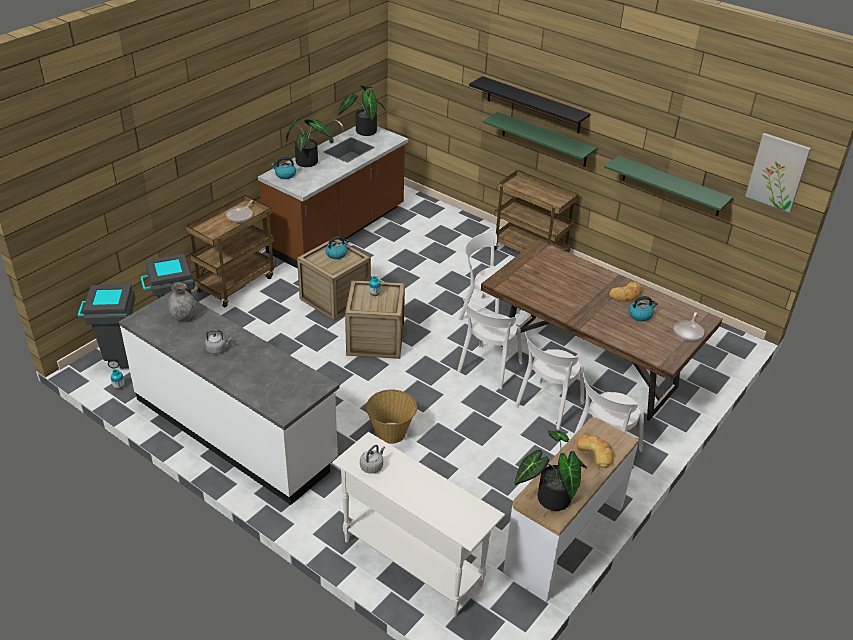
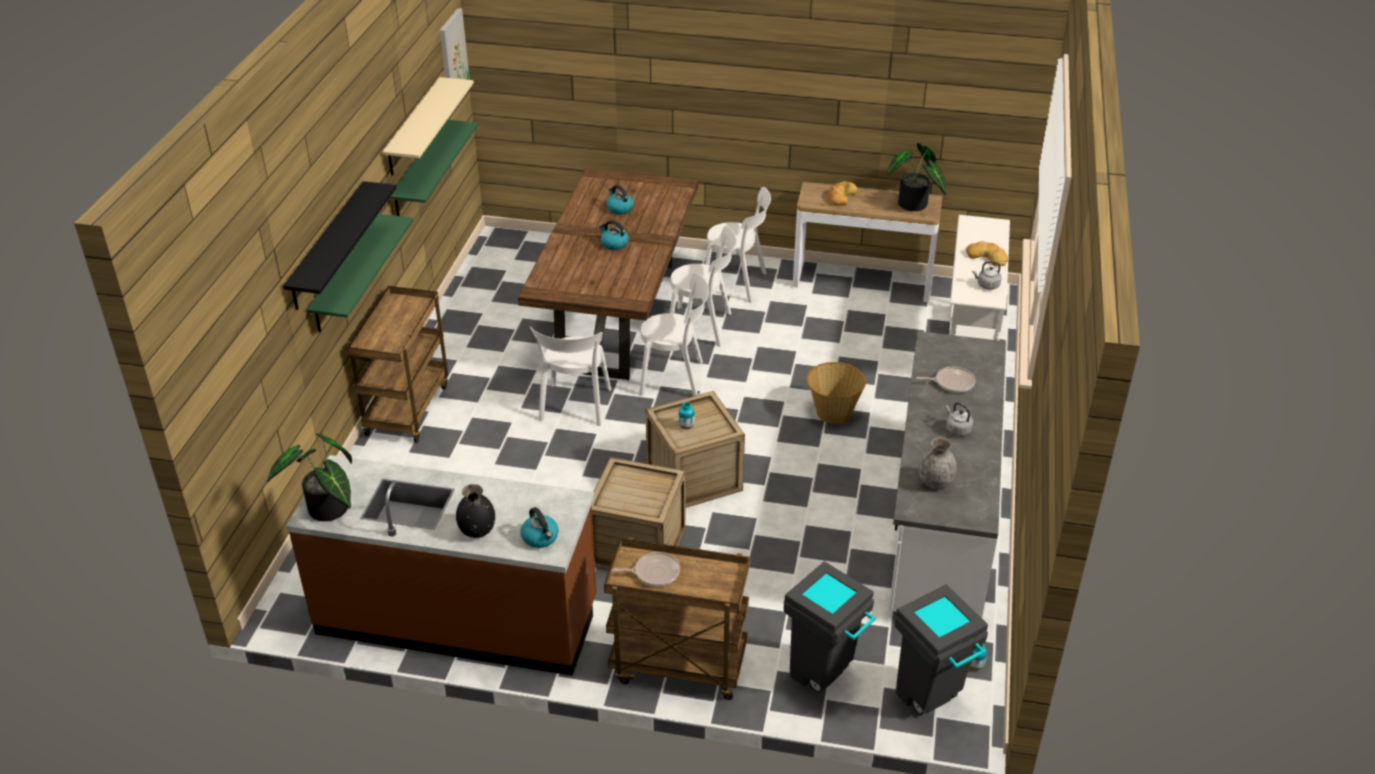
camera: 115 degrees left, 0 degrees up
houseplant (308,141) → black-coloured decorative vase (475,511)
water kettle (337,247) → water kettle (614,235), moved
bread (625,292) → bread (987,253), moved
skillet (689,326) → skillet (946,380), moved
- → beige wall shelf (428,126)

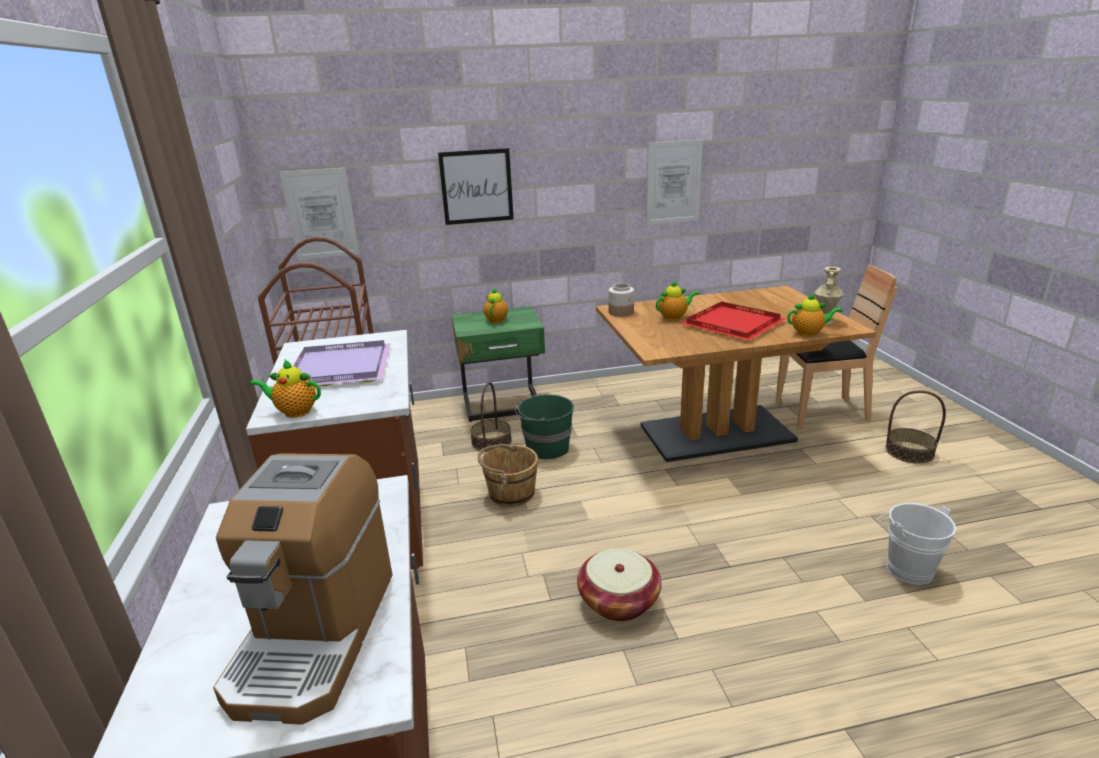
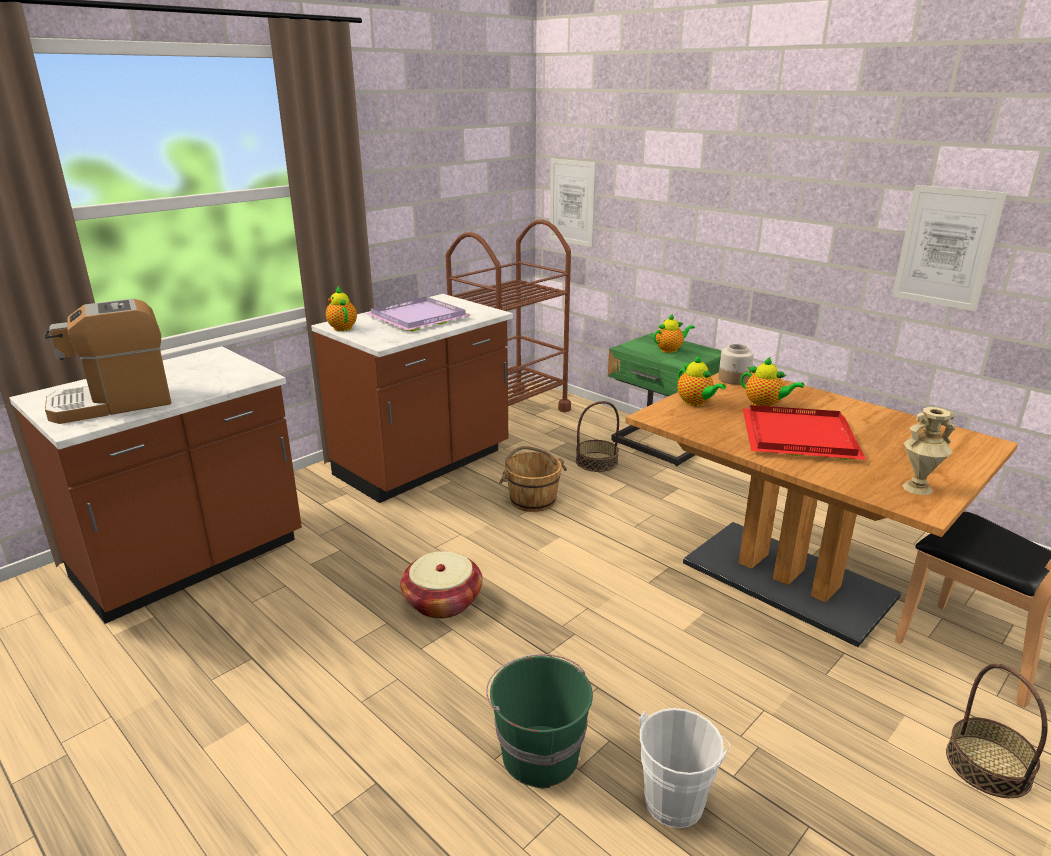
camera: 55 degrees right, 0 degrees up
wall picture (476,186) → -
greenish pail (544,426) → greenish pail (539,721), moved
teapot (814,315) → teapot (701,380), moved

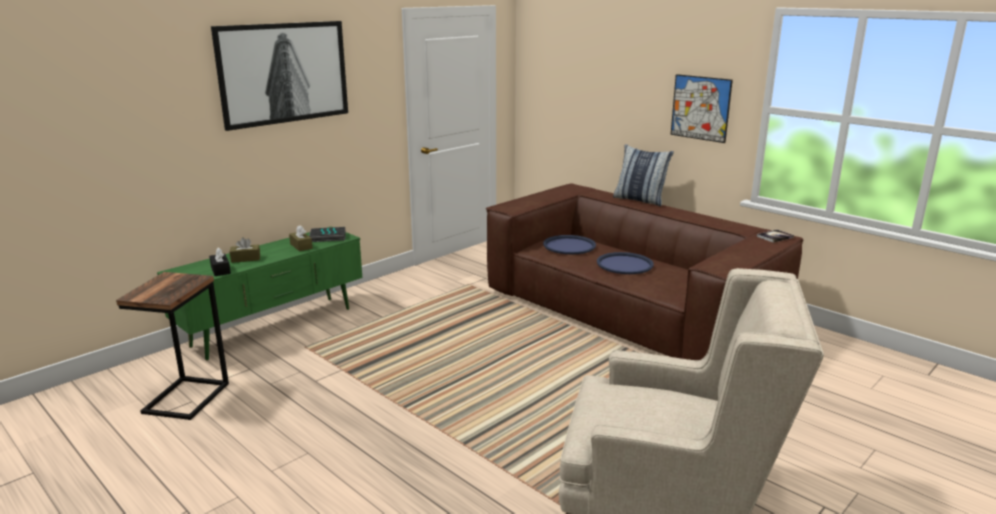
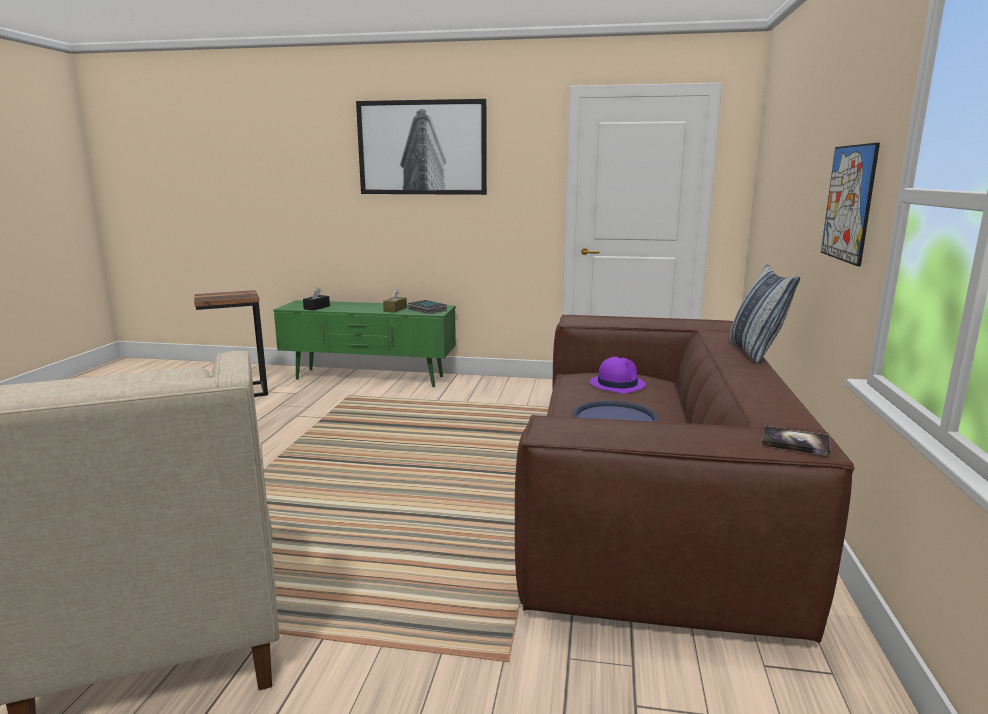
camera: 55 degrees right, 5 degrees down
brownish box of tissues (245,250) → -
blue-coloured carrying tray (569,244) → purple hat (618,375)

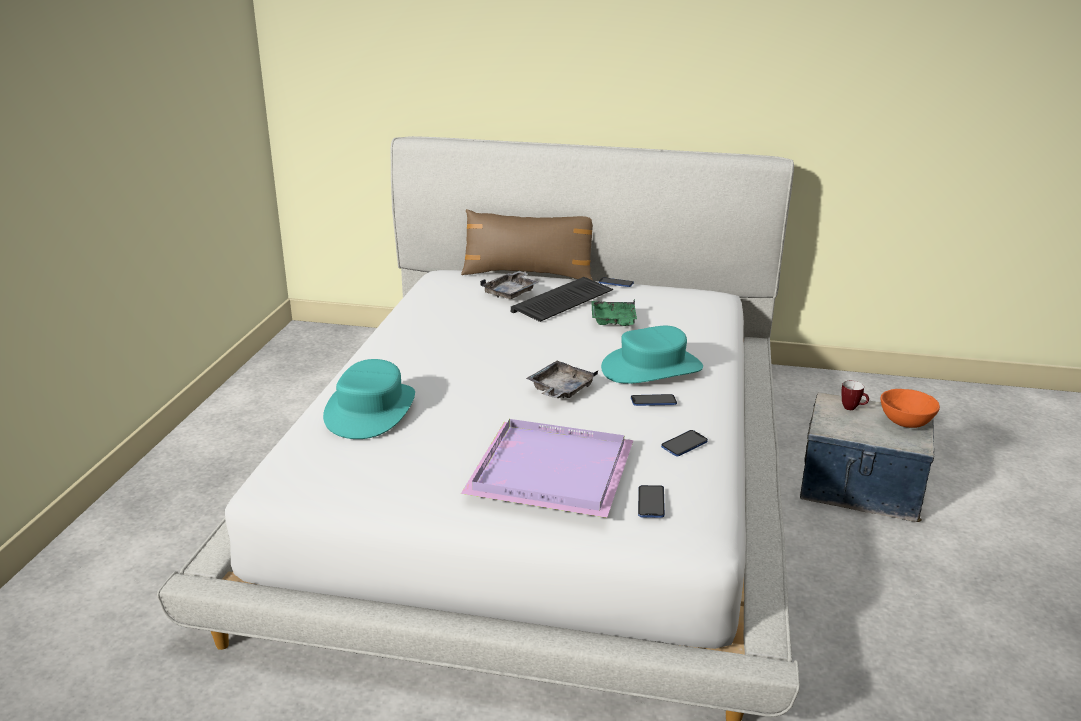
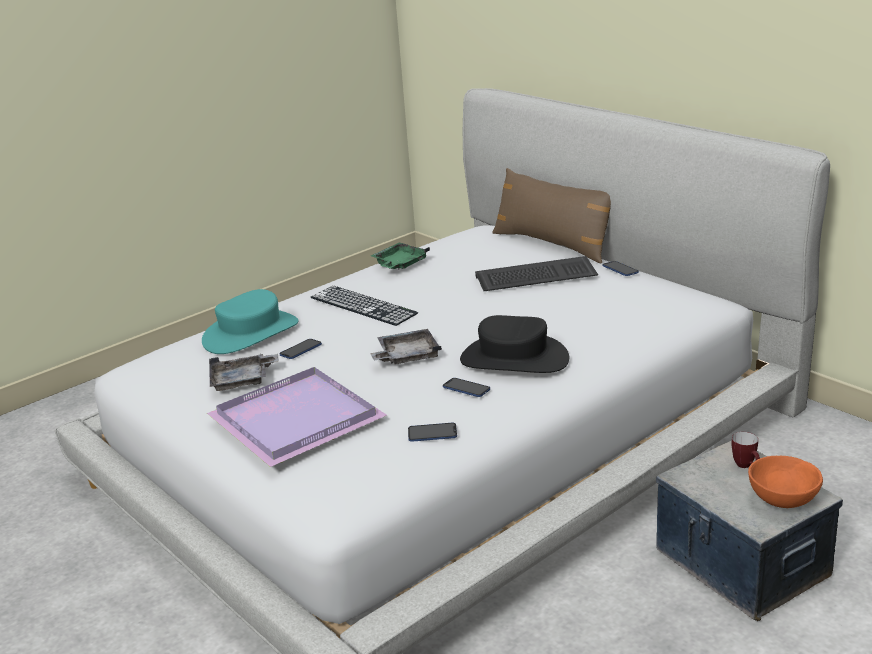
camera: 40 degrees right, 0 degrees up
grey carrying tray (509,285) → grey carrying tray (244,372), moved
greenish carrying tray (614,312) → greenish carrying tray (400,255), moved
turquoise hat (652,355) → black-coloured hat (514,344)
handset (651,501) → handset (300,349), moved
- → PC keyboard (364,306)

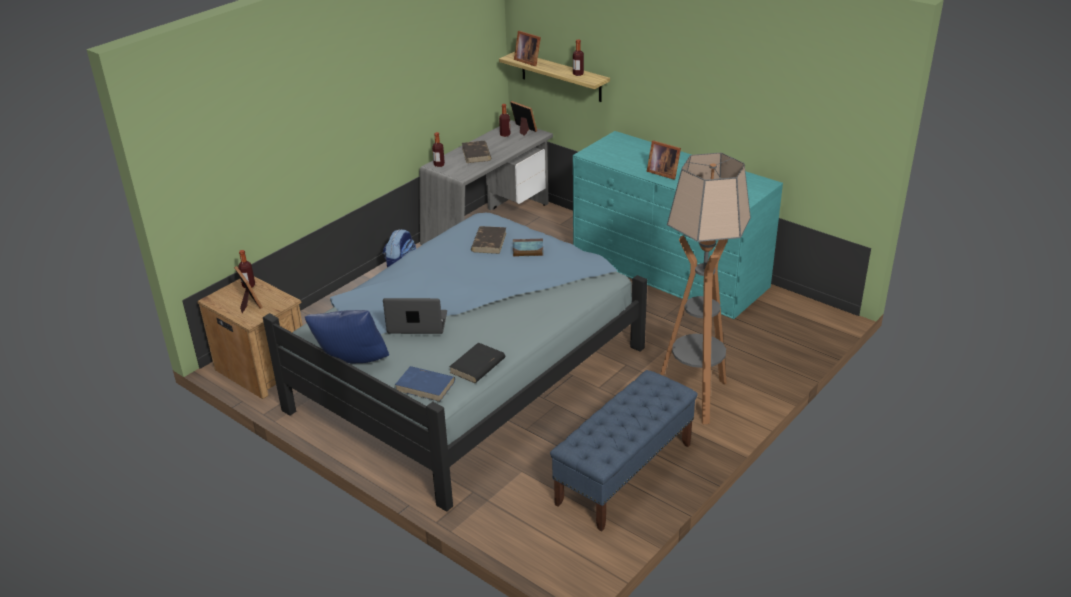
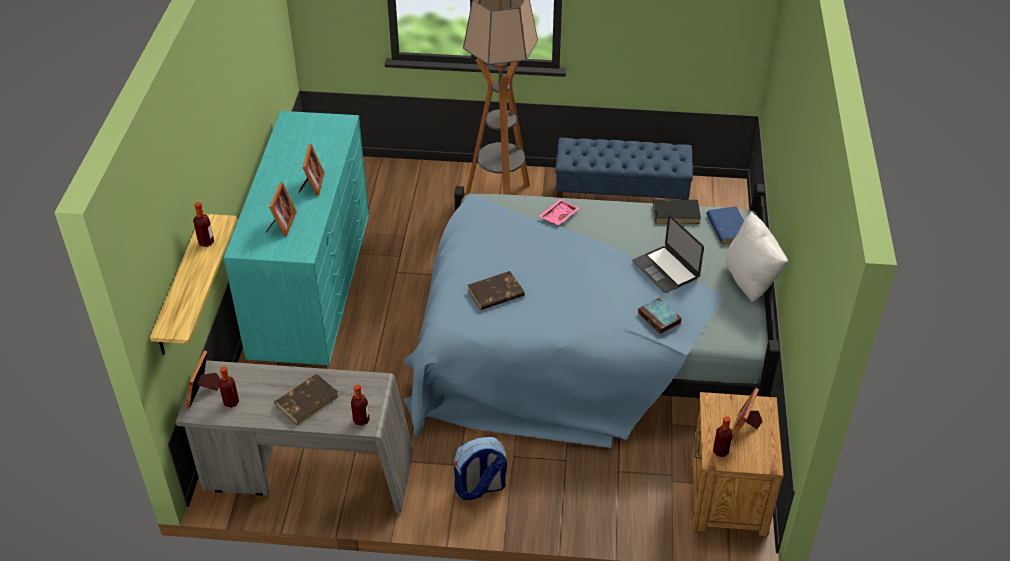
camera: 125 degrees left, 10 degrees up
blue-coloured cushion (347,337) → whitish cushion (757,256)
volume (528,248) → volume (659,316), moved
photo frame (527,48) → photo frame (281,209), moved
- → pink carrying tray (559,212)

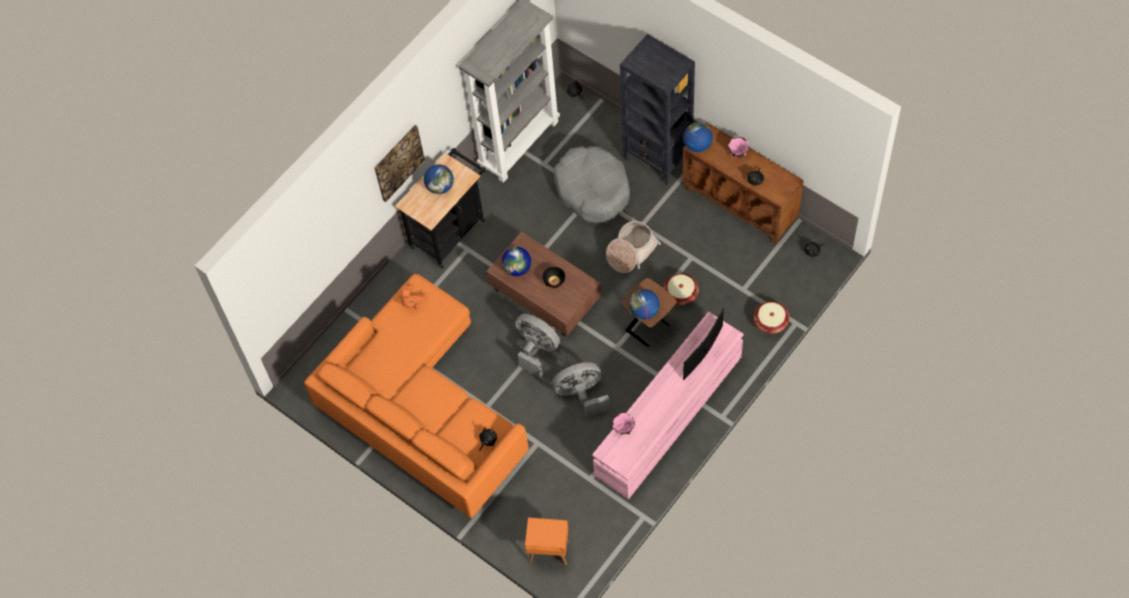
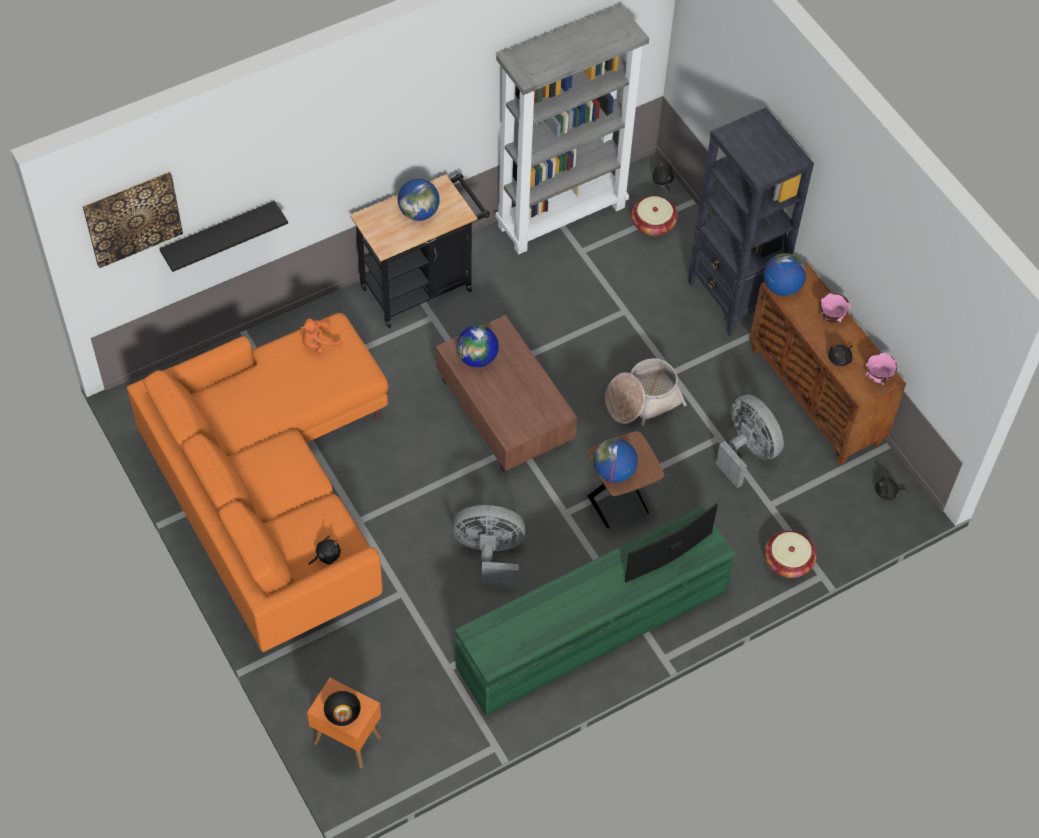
camera: 15 degrees right, 5 degrees down
wall picture (399,163) → wall picture (132,219), moved
grey electric fan (537,346) → grey electric fan (750,441), moved
black-coloured serving bowl (553,277) → black-coloured serving bowl (342,708), moved
grey dog cushion (592,184) → -
pink tv stand (668,406) → greenish tv stand (595,611)
pink serving bowl (623,424) → pink serving bowl (881,369), moved
basket (681,289) → basket (654,216), moved
- → black-coloured wall shelf (223,236)

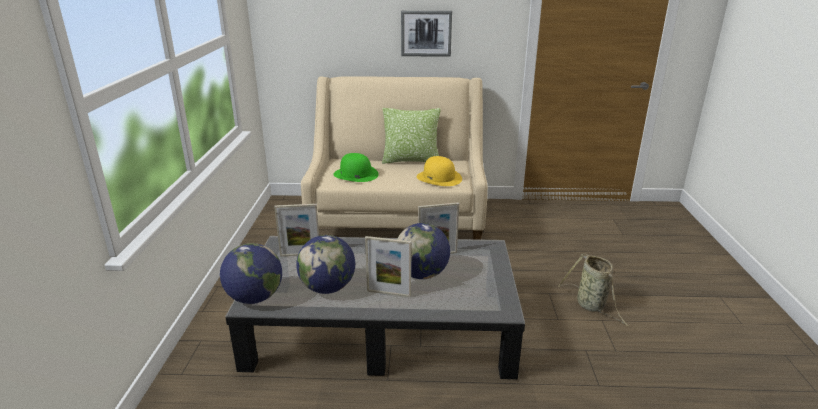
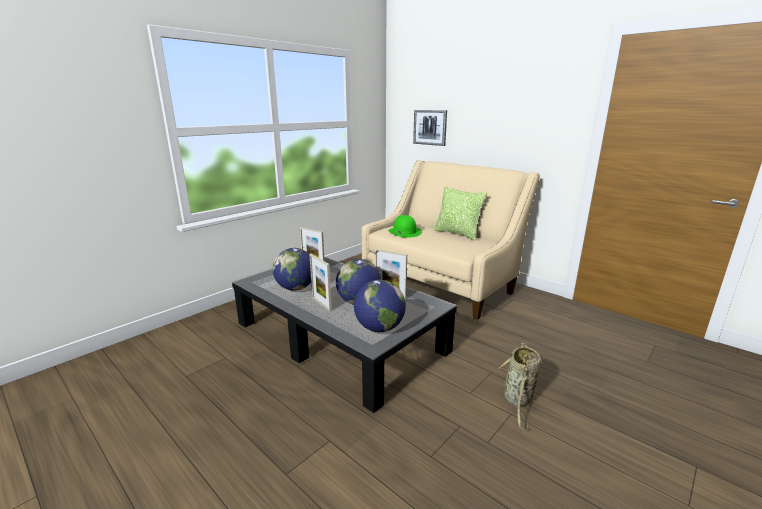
camera: 40 degrees right, 5 degrees down
globe (251,273) → globe (380,306), moved
wall picture (426,34) → wall picture (430,128), moved
yellow-coloured hat (439,171) → -

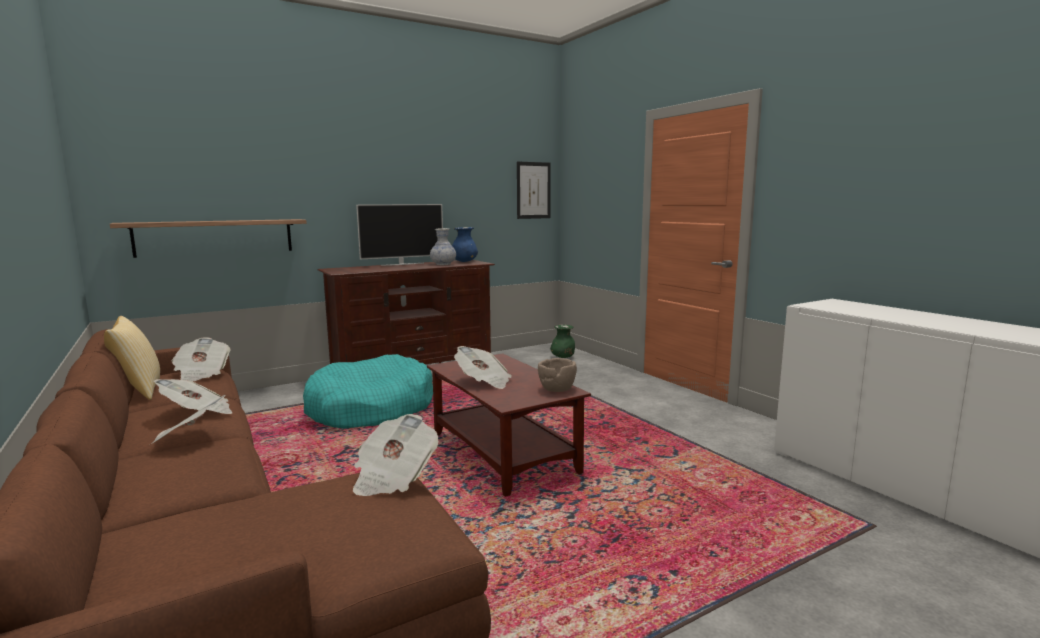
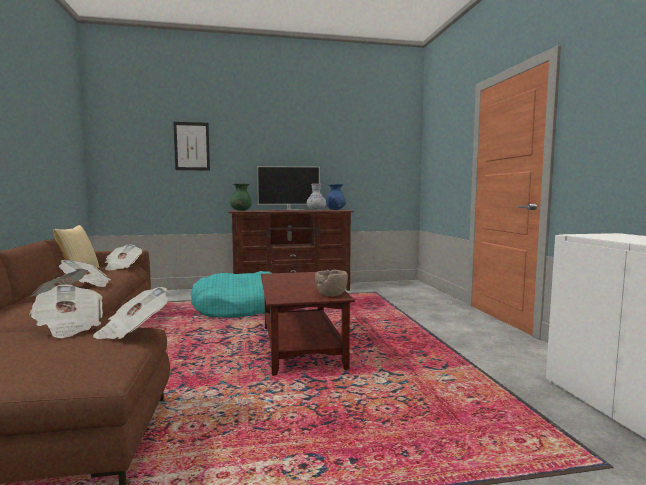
camera: 20 degrees right, 5 degrees down
wall shelf (208,238) → -
printed paper (482,367) → printed paper (66,311), moved
wall picture (534,190) → wall picture (191,146), moved
greenish decorative vase (562,341) → greenish decorative vase (241,197), moved

